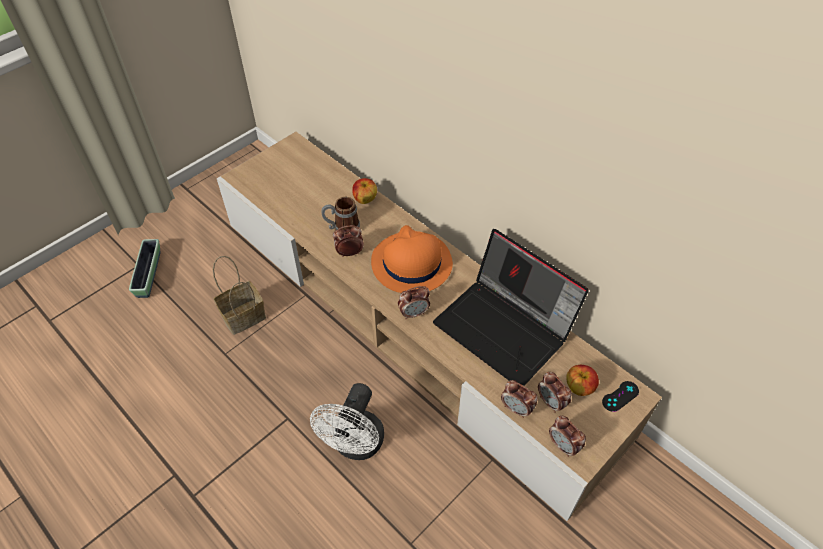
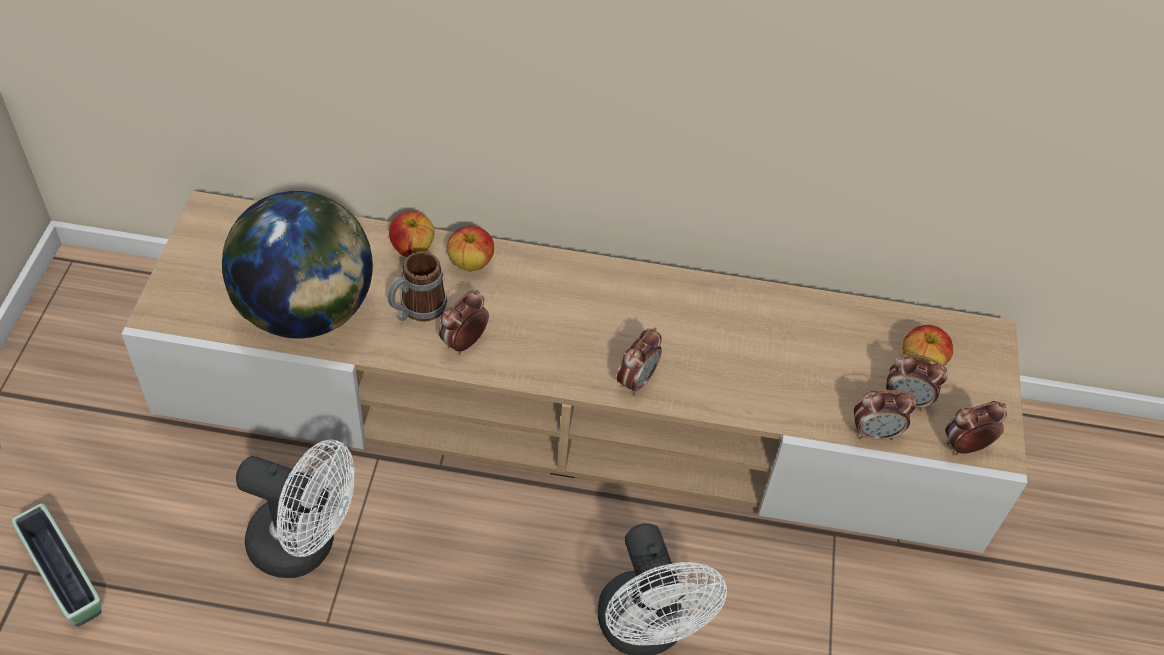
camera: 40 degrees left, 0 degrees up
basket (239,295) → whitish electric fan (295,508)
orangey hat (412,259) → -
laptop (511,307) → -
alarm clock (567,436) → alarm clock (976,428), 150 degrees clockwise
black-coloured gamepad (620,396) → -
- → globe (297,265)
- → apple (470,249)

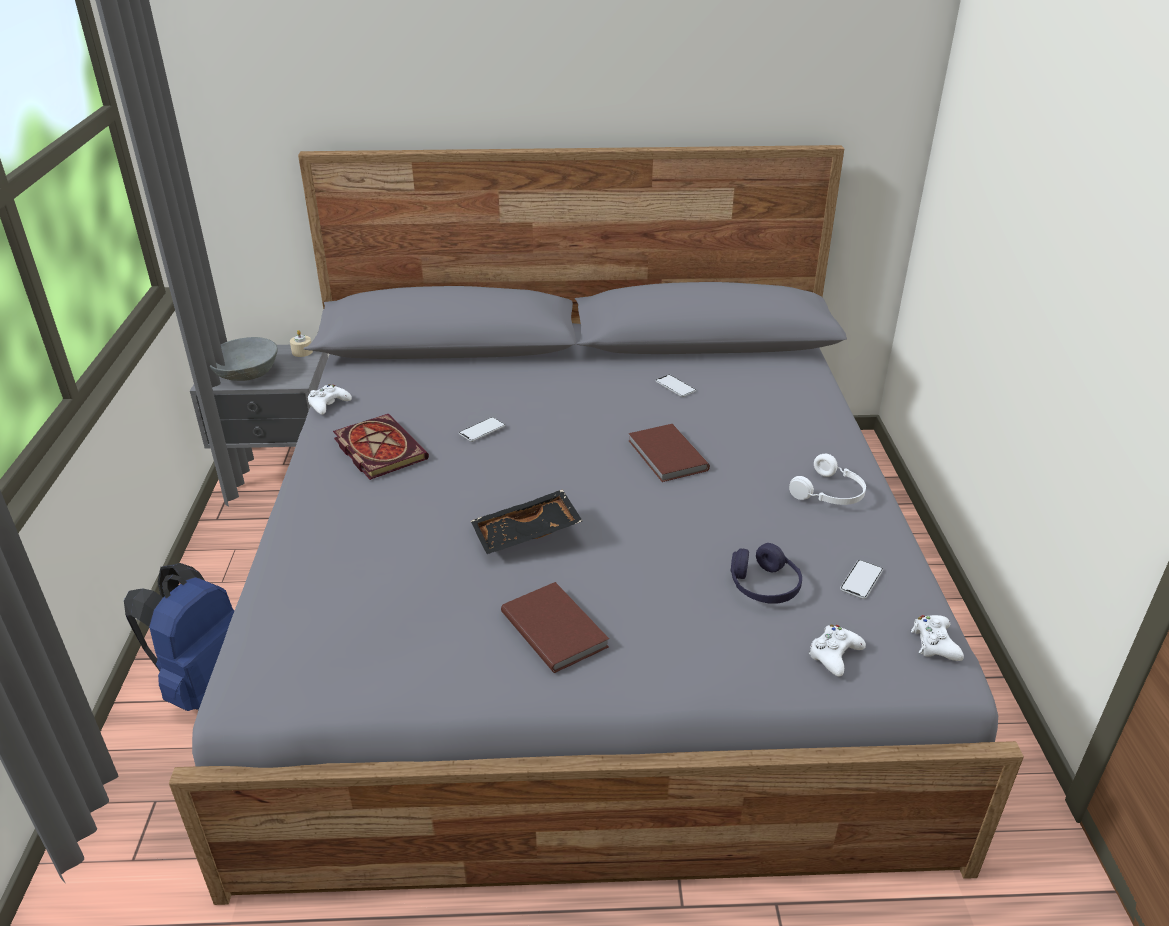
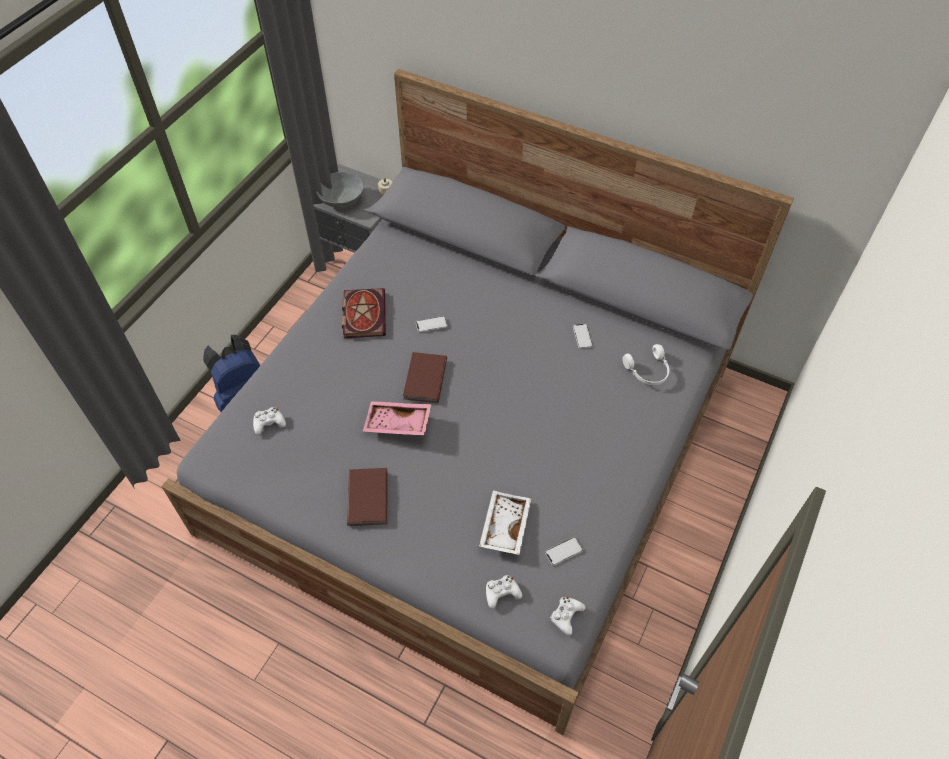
camera: 30 degrees right, 20 degrees up
whitish gamepad (330,399) → whitish gamepad (269,421), moved
black-coloured carrying tray (527,522) → pink carrying tray (397,418)
brownish volume (669,453) → brownish volume (425,377), moved
purple pair of headphones (766,573) → whitish carrying tray (505,522)
whitish pair of headphones (827,479) → whitish pair of headphones (645,364), moved

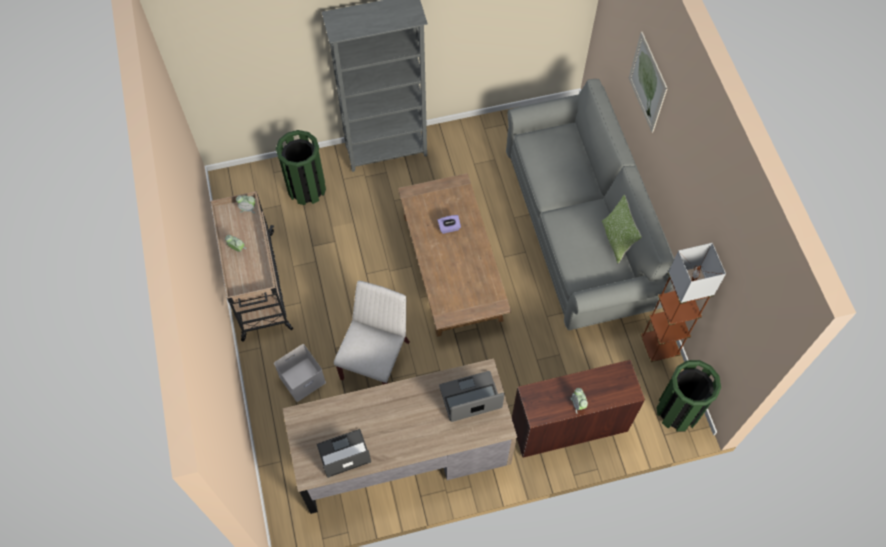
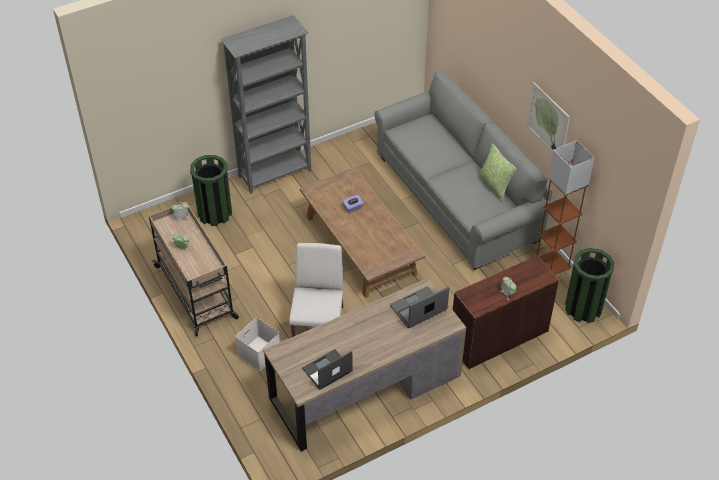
camera: 15 degrees left, 15 degrees down
wall picture (648,82) → wall picture (548,118), moved

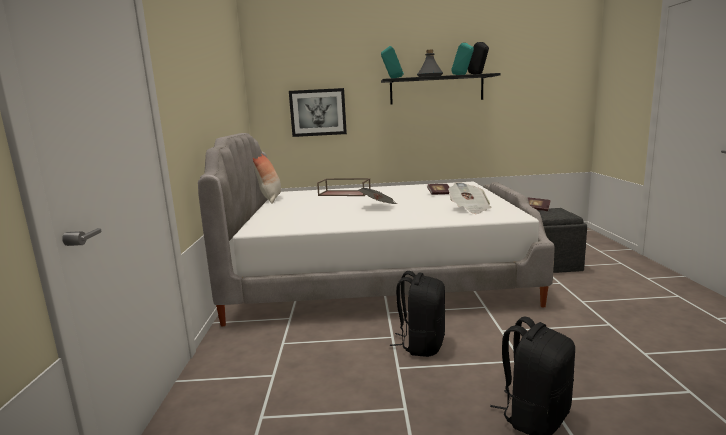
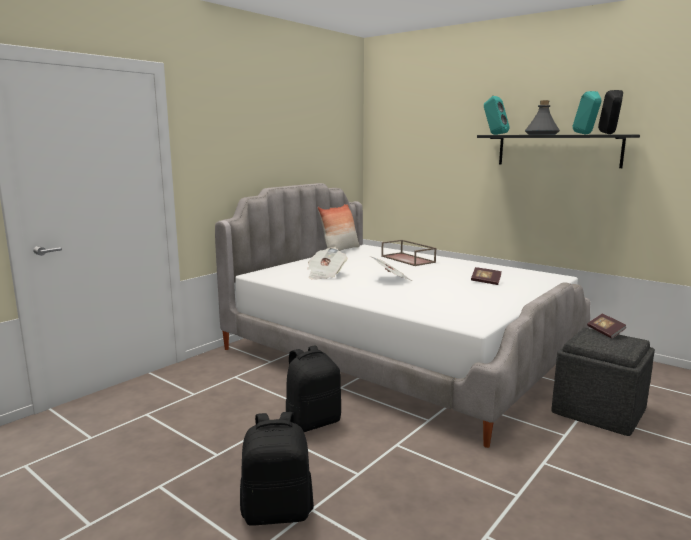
camera: 40 degrees right, 0 degrees up
wall picture (318,112) → -
printed paper (470,198) → printed paper (327,264), moved

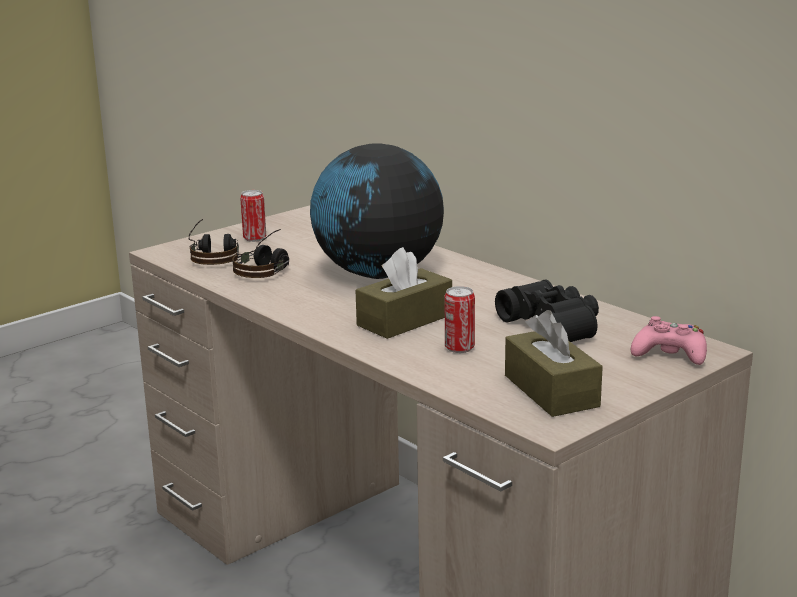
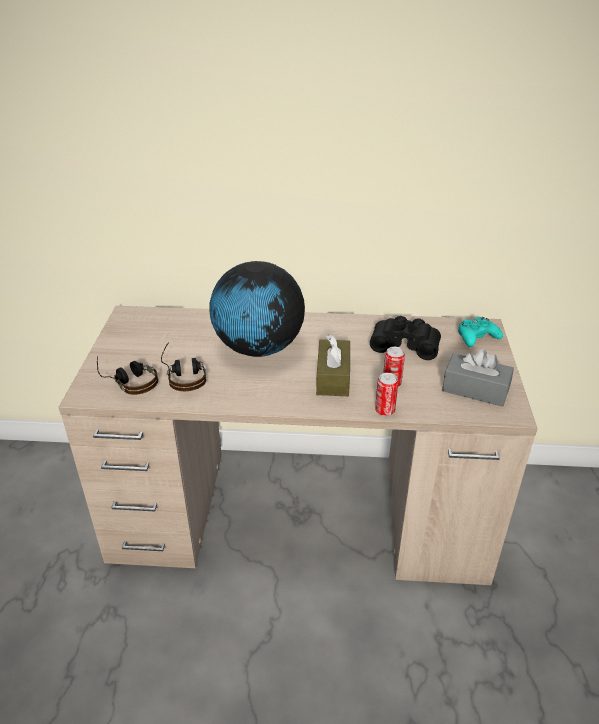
camera: 45 degrees left, 15 degrees up
metal can (253,216) → metal can (386,394), moved
brownish box of tissues (554,363) → grey box of tissues (478,377)
pink gamepad (669,340) → turquoise gamepad (480,332)

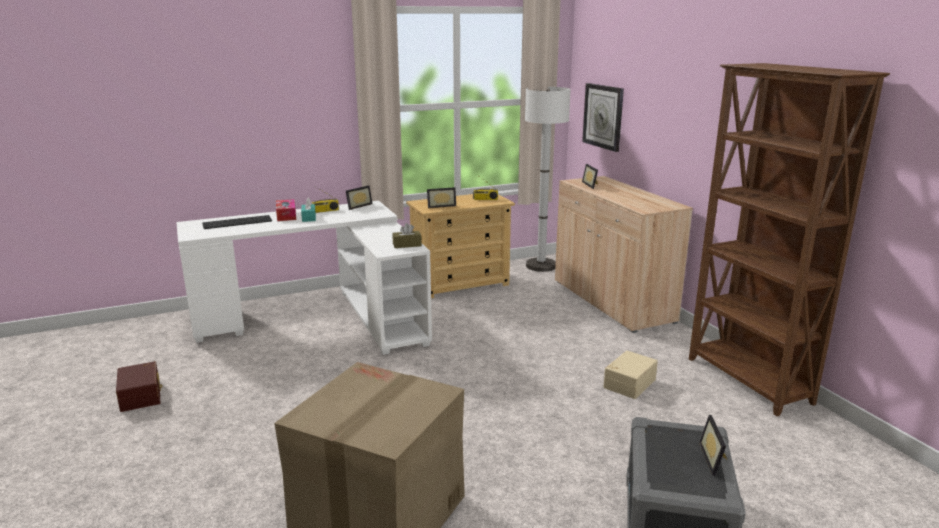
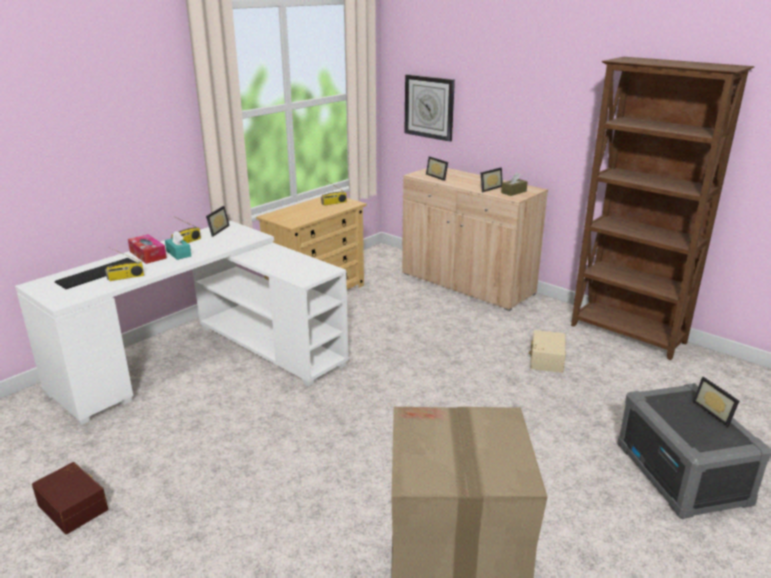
camera: 25 degrees left, 5 degrees up
brownish box of tissues (407,235) → brownish box of tissues (514,184), moved
photo frame (441,197) → photo frame (492,179), moved
whitish standing lamp (548,179) → -
- → radio set (124,264)

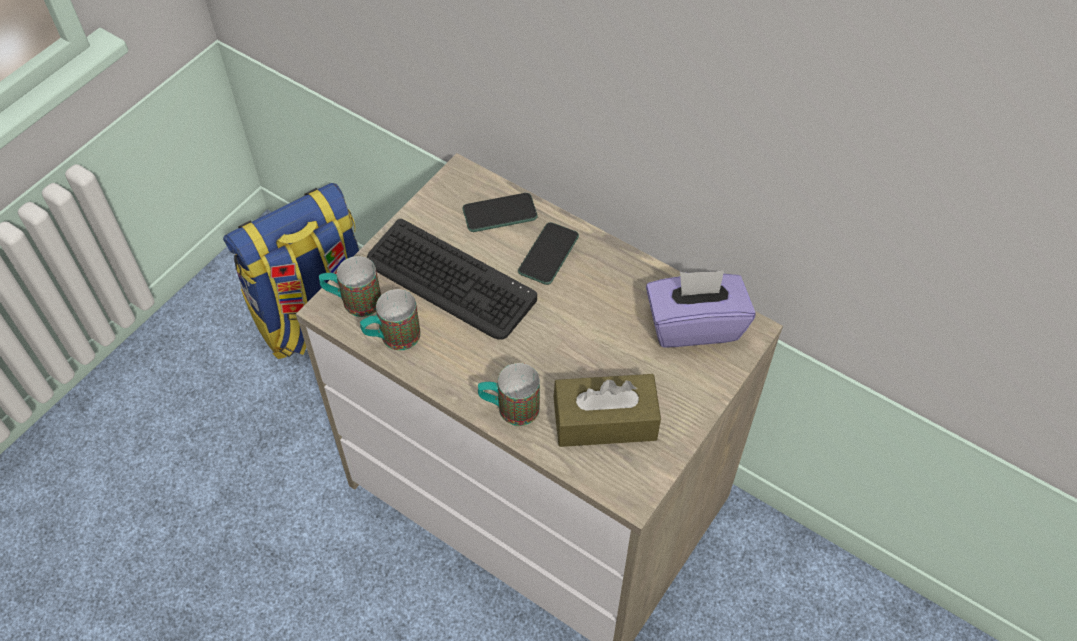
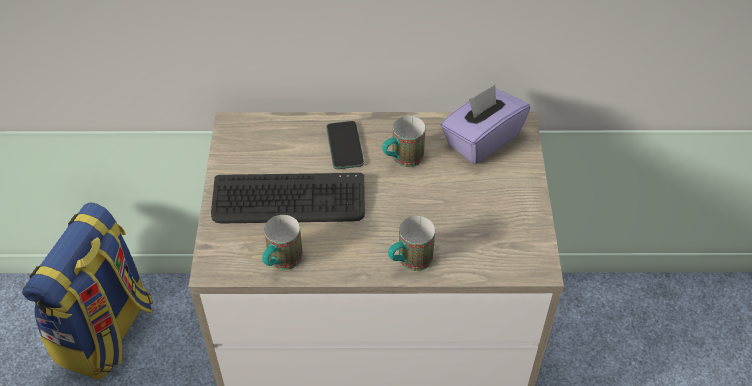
camera: 35 degrees left, 5 degrees down
coffee mug (350,286) → coffee mug (403,141), moved
handset (500,212) → -
brownish box of tissues (607,410) → -

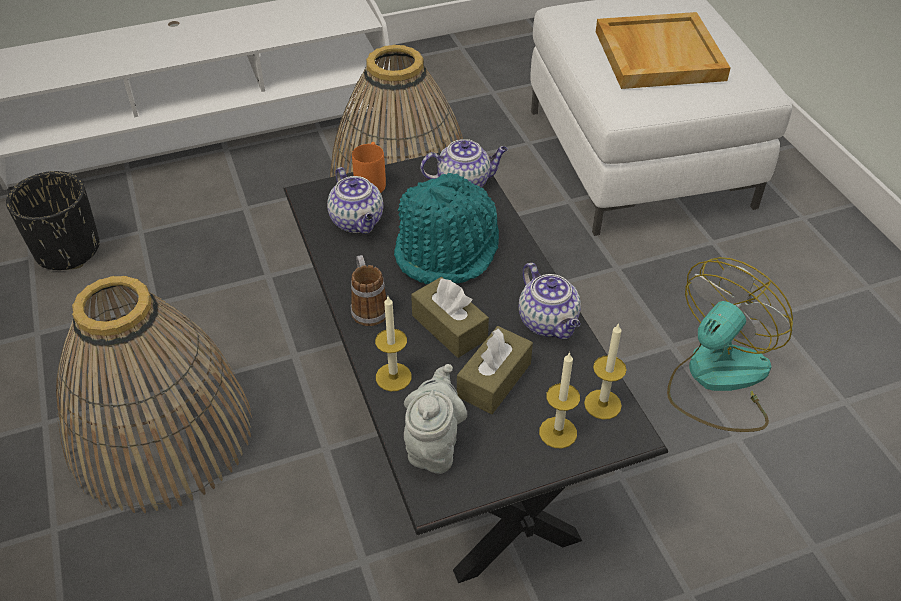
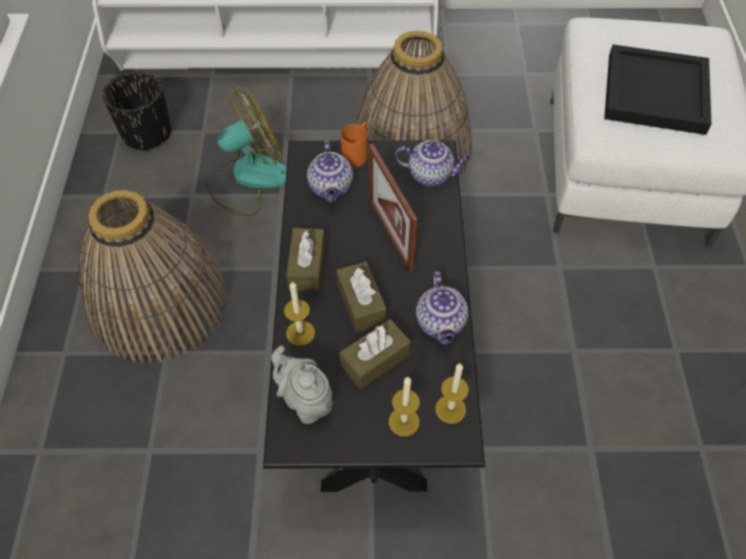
camera: 20 degrees right, 10 degrees up
coffee mug (369,290) → brownish box of tissues (305,259)
turquoise hat (446,228) → photo frame (393,208)
grey teapot (435,419) → grey teapot (302,385), 75 degrees counterclockwise
beige carrying tray (663,50) → black-coloured carrying tray (658,89)
electric fan (730,344) → electric fan (246,151), moved

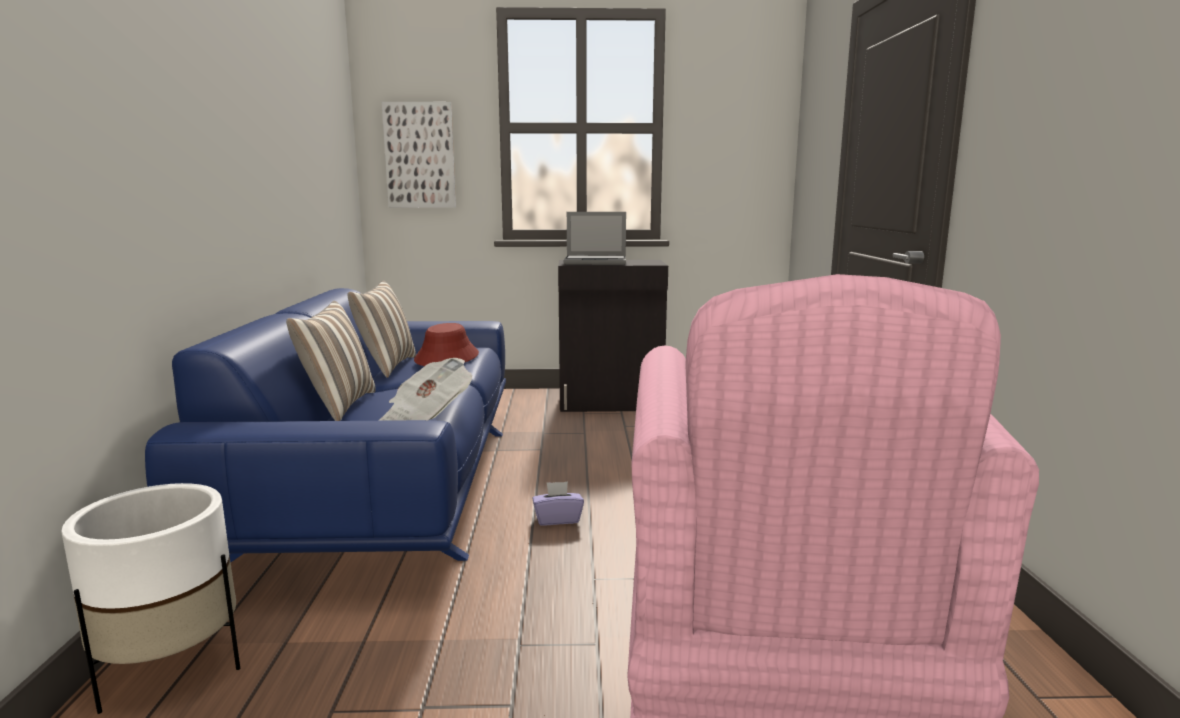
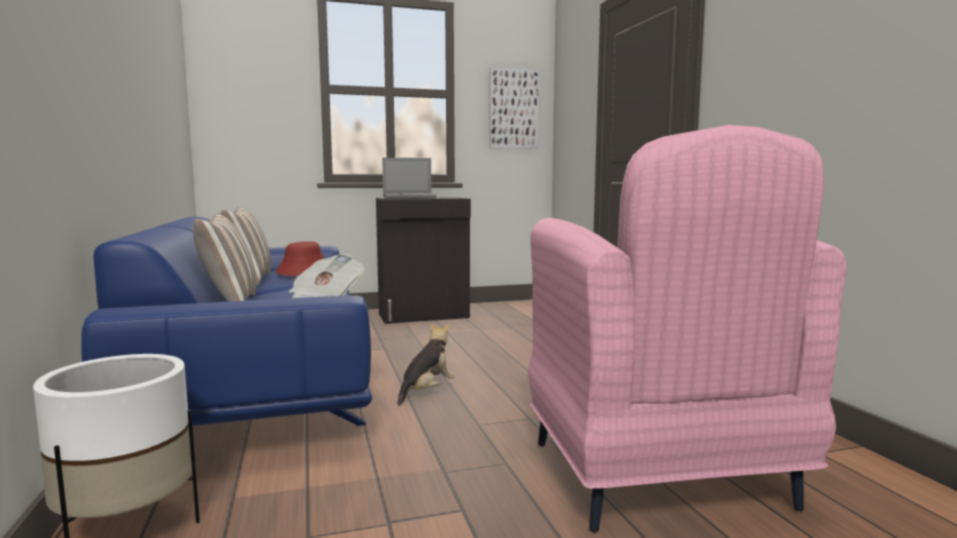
camera: 15 degrees left, 5 degrees down
wall picture (419,155) → wall picture (514,108), moved
purple box of tissues (558,503) → plush toy (426,364)

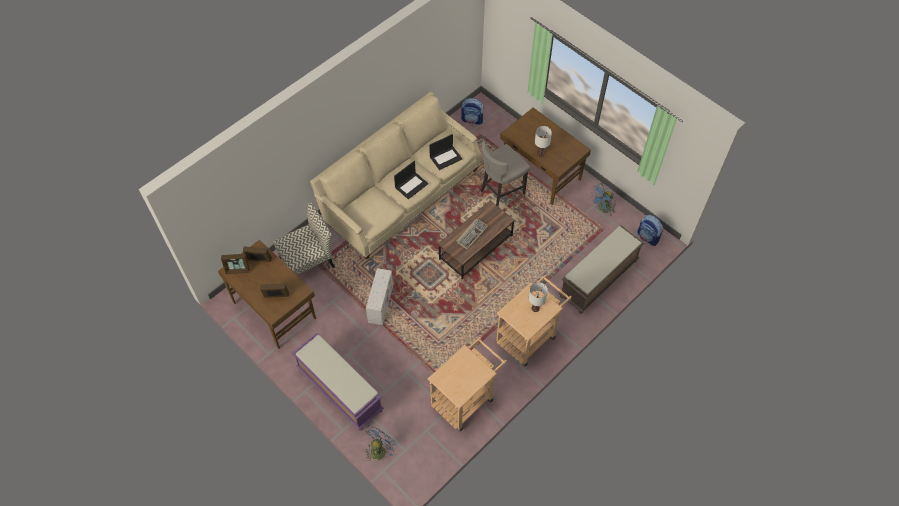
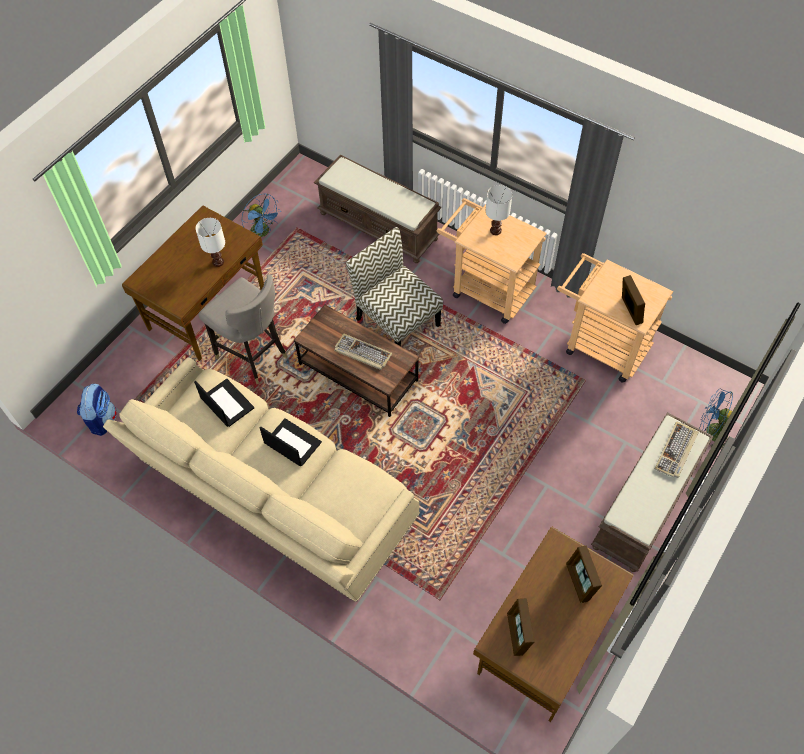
camera: 100 degrees left, 0 degrees up
photo frame (235,264) → photo frame (633,300), moved
upright chair (304,238) → upright chair (394,286), moved
purple indoor bench (338,382) → brownish indoor bench (652,492)
whitish storage container (379,296) → -
rucksack (650,230) → -
- → PC keyboard (676,449)

